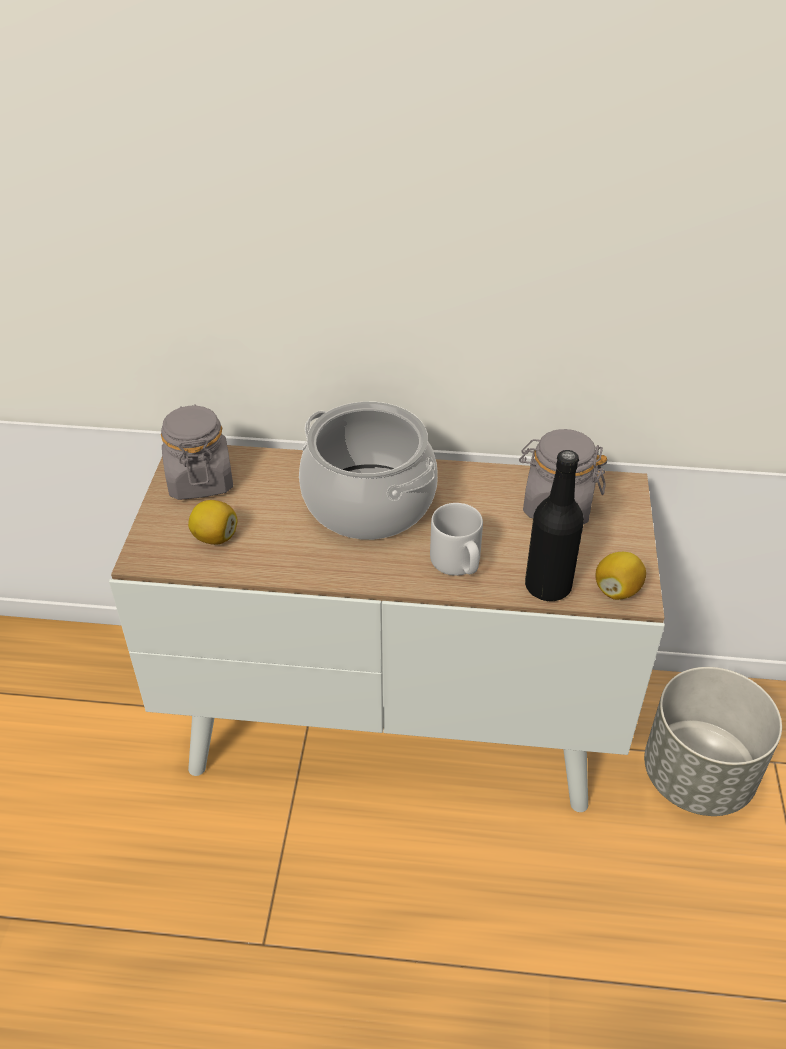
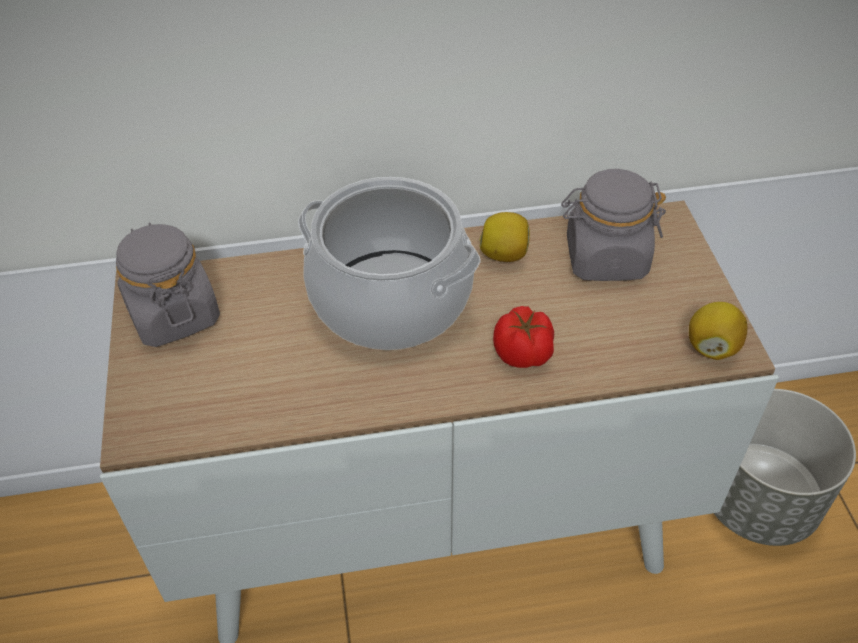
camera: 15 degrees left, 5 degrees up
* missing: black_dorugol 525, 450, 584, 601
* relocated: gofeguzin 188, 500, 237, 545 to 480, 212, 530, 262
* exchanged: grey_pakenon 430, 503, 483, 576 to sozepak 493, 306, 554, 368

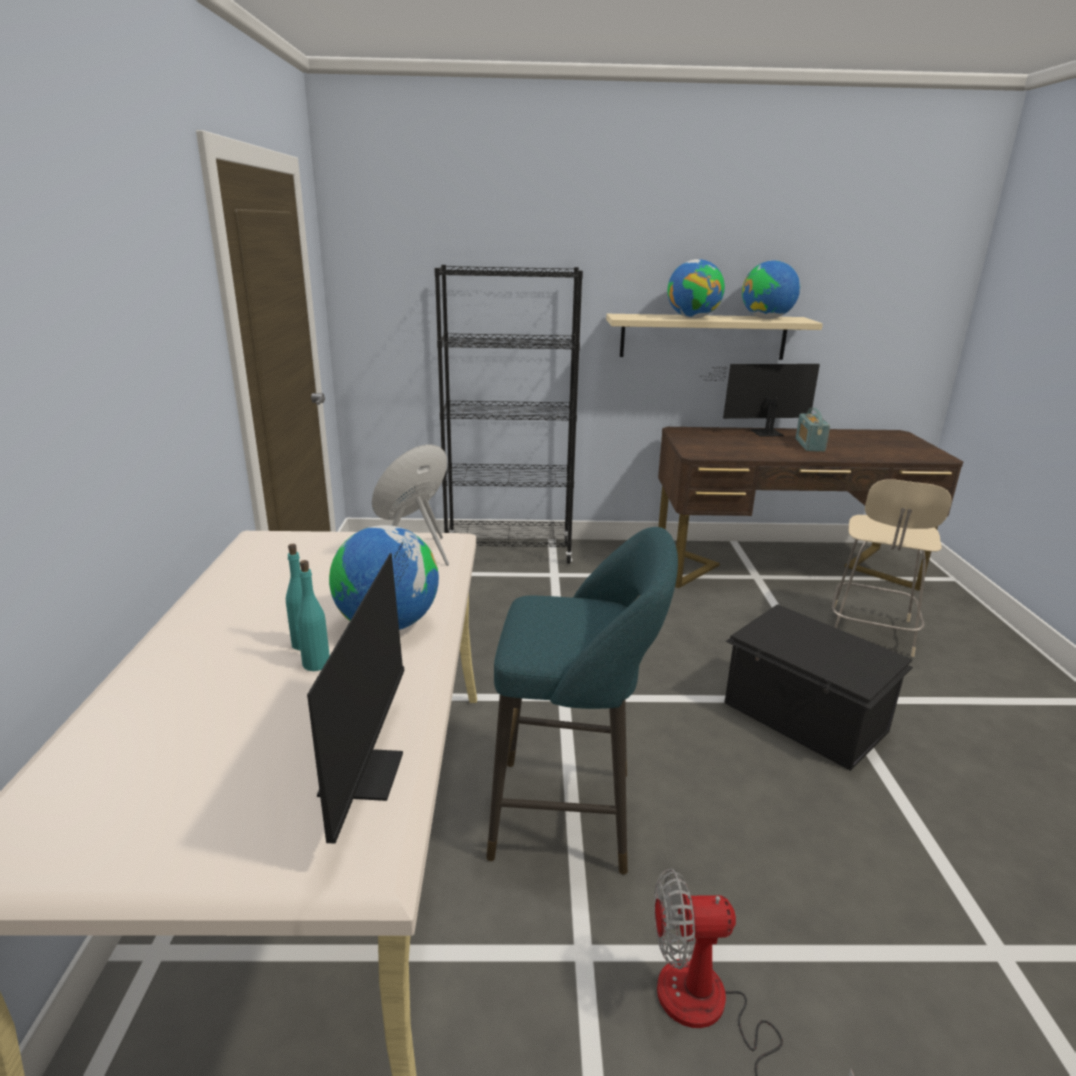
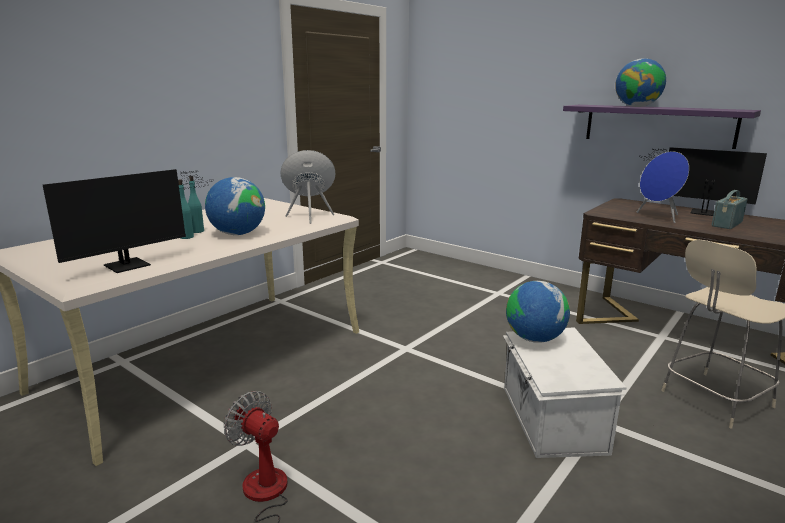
camera: 40 degrees right, 5 degrees down
* relocated: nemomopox 742, 260, 800, 319 to 506, 281, 570, 343
* missing: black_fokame 434, 265, 583, 564
* colour: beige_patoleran 606, 314, 823, 360 to purple_patoleran 563, 105, 761, 149
* missing: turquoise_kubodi 486, 527, 678, 875
* colour: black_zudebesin 724, 604, 913, 771 to white_zudebesin 503, 327, 626, 458
* appeared: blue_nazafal 637, 151, 689, 223

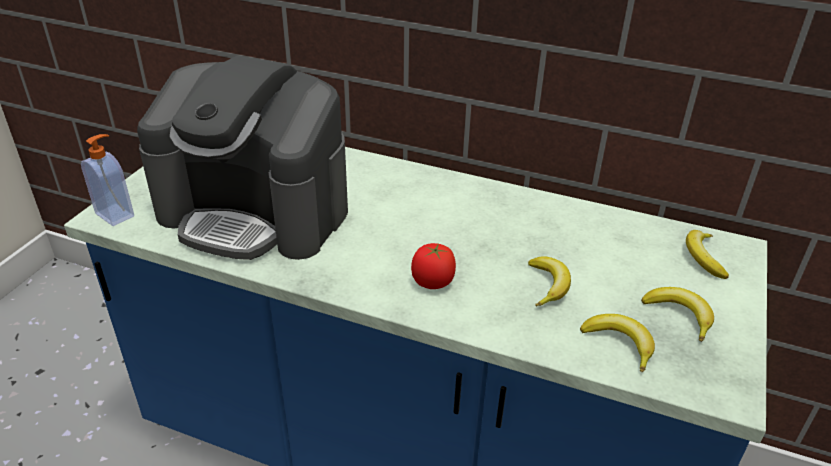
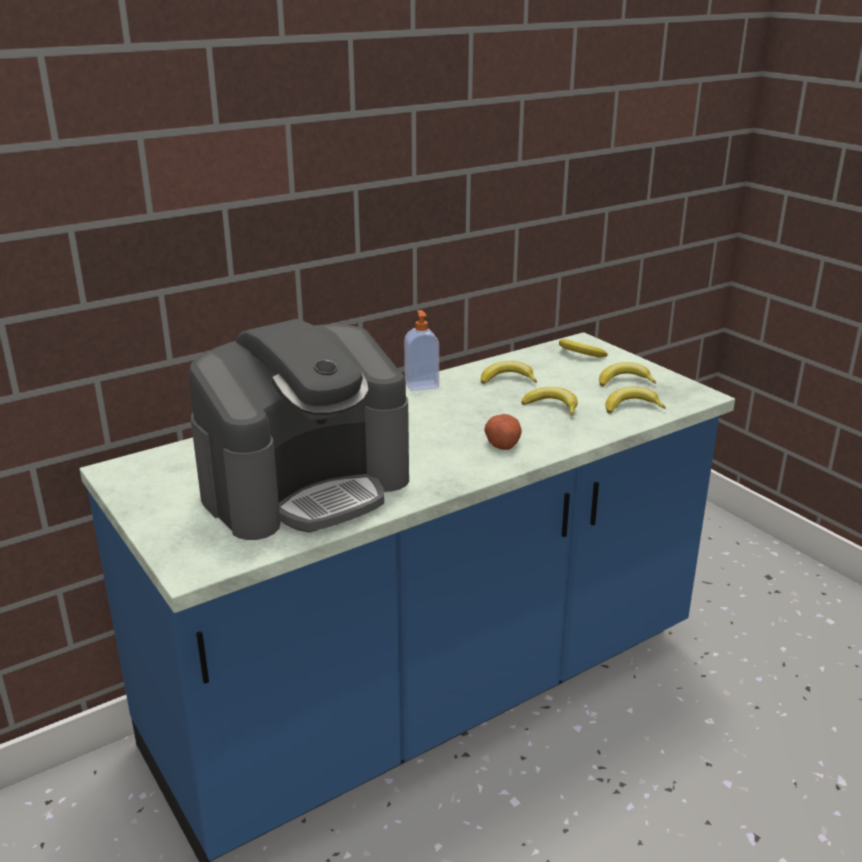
camera: 55 degrees left, 10 degrees down
* relocated: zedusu 81, 134, 134, 226 to 404, 310, 439, 391
* exchanged: sozepak 411, 243, 456, 289 to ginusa 484, 414, 522, 450
* appeared: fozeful 481, 361, 537, 384

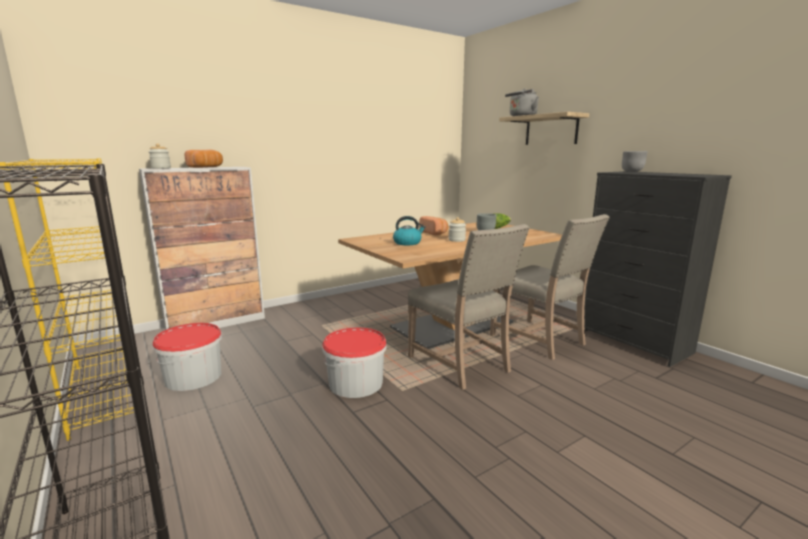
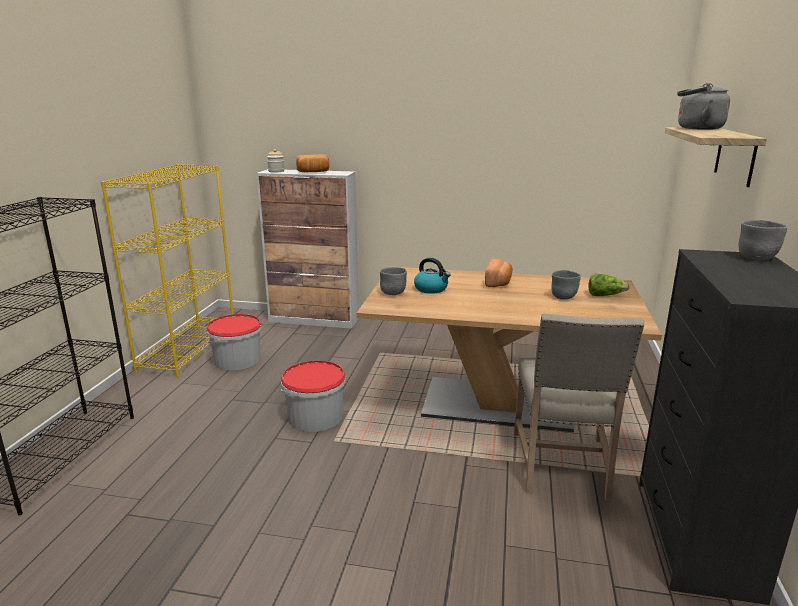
camera: 45 degrees right, 5 degrees up
* missing: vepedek 449, 217, 466, 242
* missing: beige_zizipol 408, 224, 530, 390
* appeared: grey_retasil 380, 267, 407, 295

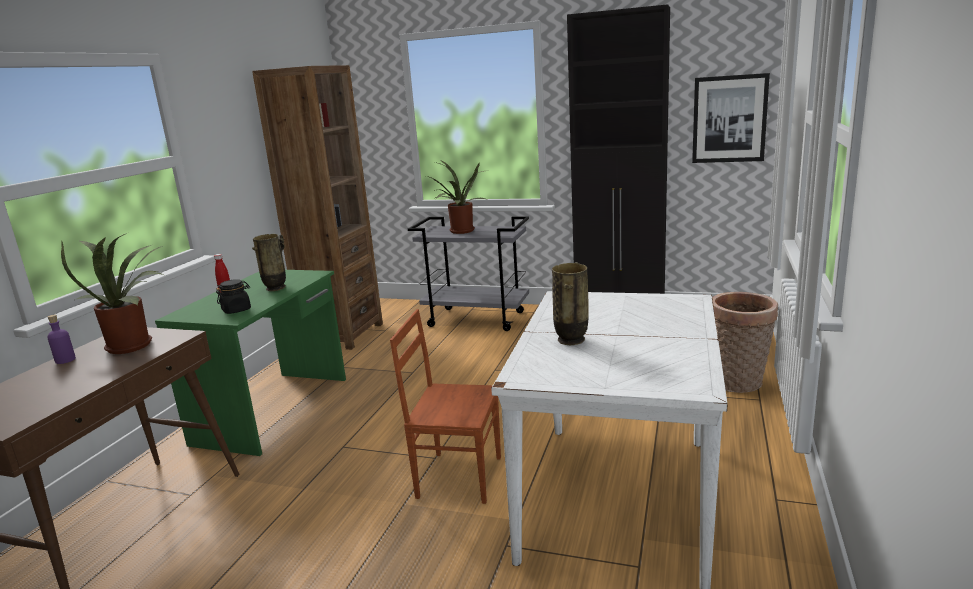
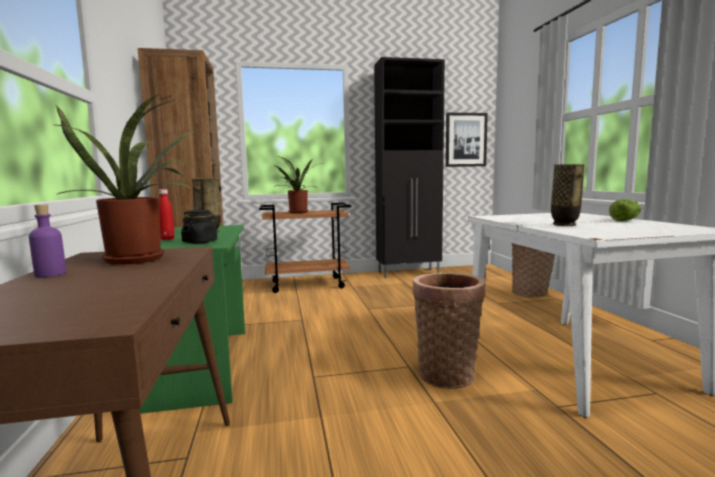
camera: 30 degrees left, 10 degrees down
* colour: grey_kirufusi 408, 216, 529, 331 to brown_kirufusi 259, 203, 351, 293
* exchanged: brown_zizipol 390, 309, 501, 504 to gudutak 413, 273, 485, 389
* appeared: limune 609, 199, 641, 221

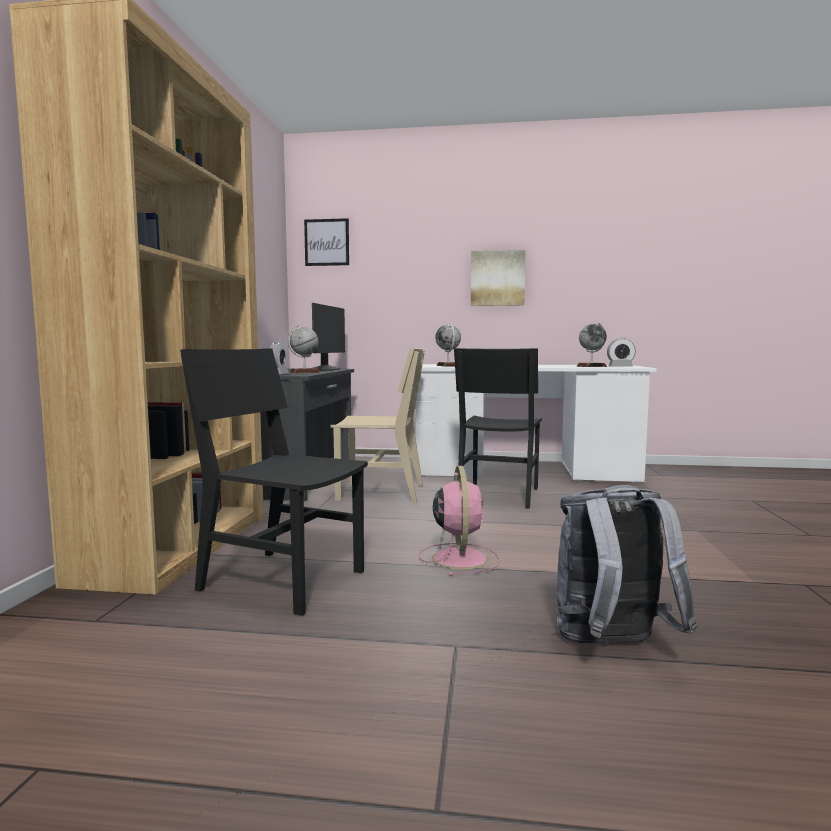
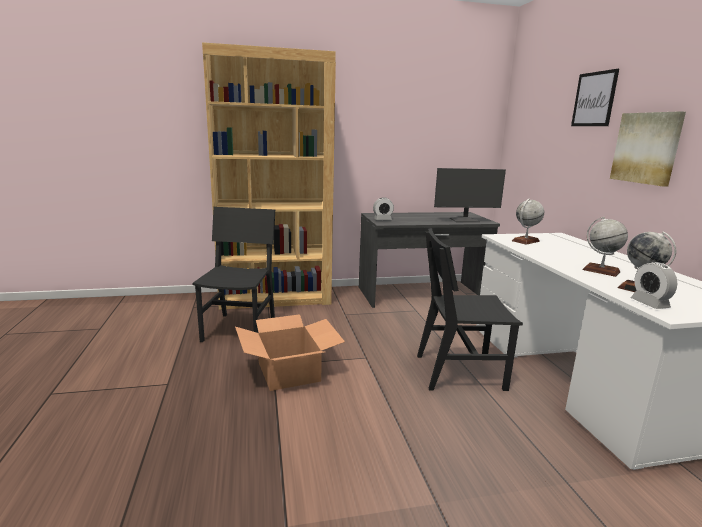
camera: 70 degrees right, 10 degrees up
* relocated: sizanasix 304, 218, 349, 266 to 571, 69, 619, 126
* relocated: nemomopox 288, 325, 320, 373 to 582, 217, 628, 277
* missing: beige_zizipol 331, 348, 425, 503
* exchanged: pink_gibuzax 418, 466, 500, 576 to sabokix 235, 314, 345, 391
* missing: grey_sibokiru 557, 485, 697, 643

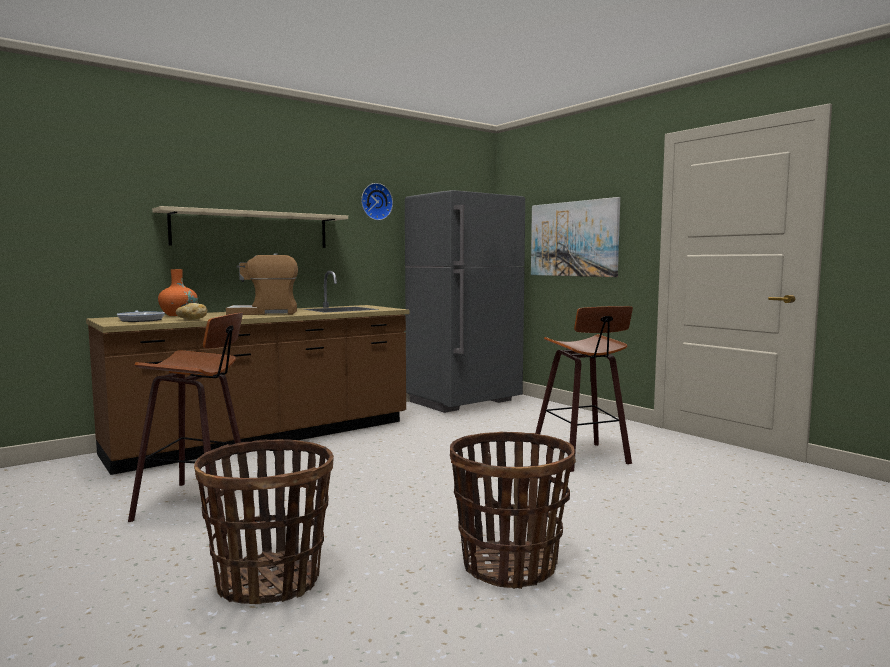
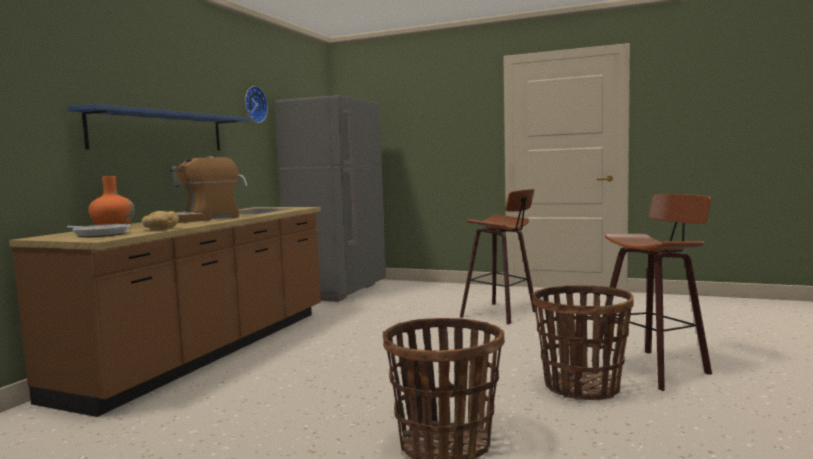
camera: 30 degrees left, 0 degrees up
* missing: sizanasix 531, 197, 620, 277
* colour: beige_patoleran 152, 206, 348, 248 to blue_patoleran 67, 104, 249, 151
* relocated: kubodi 128, 313, 243, 522 to 591, 194, 712, 391

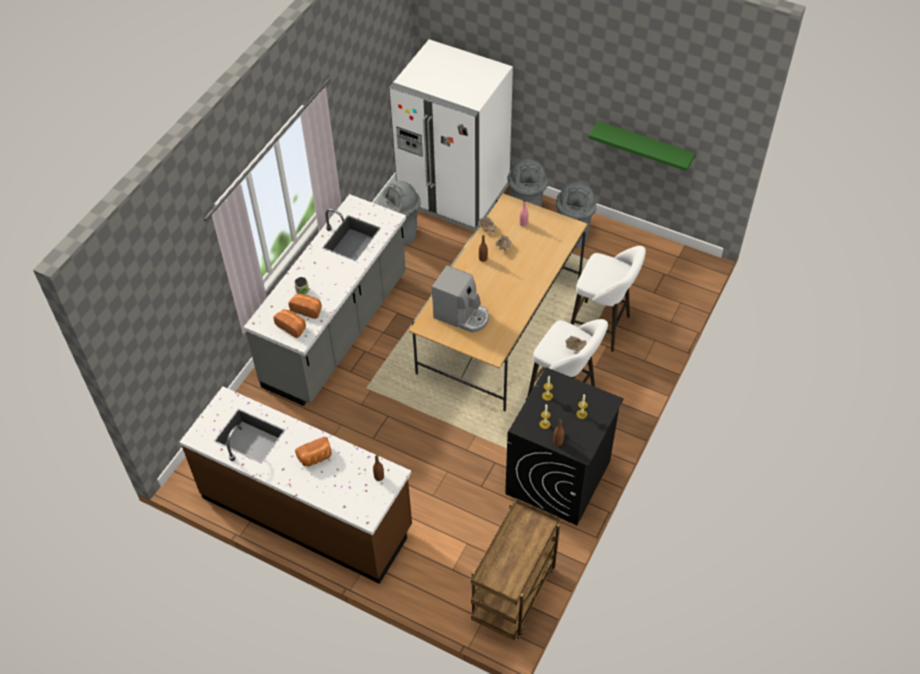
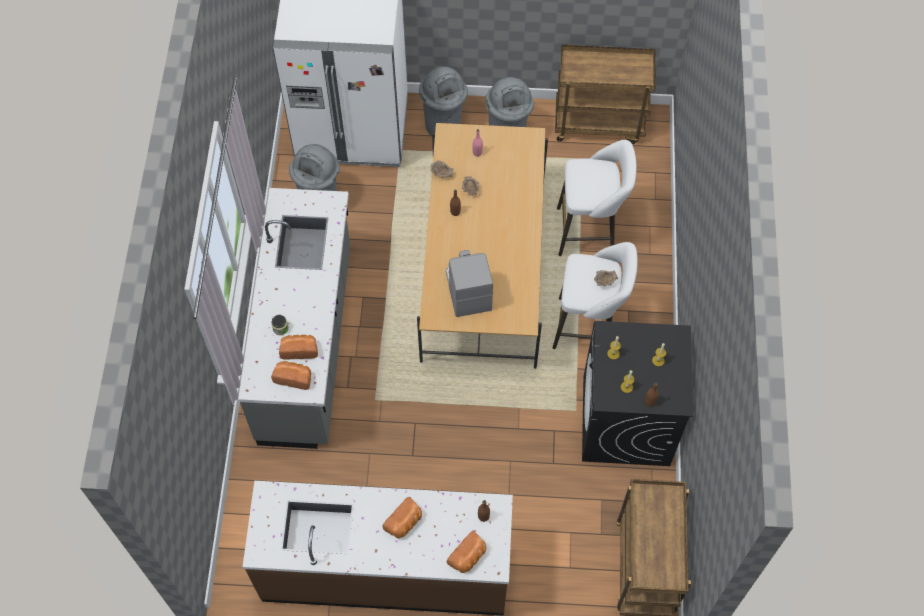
camera: 25 degrees left, 10 degrees up
* missing: green_patoleran 589, 121, 695, 171
* spun: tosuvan 432, 265, 489, 333 = 446, 250, 493, 317 105 degrees counterclockwise
* appeared: brown_kirufusi 555, 44, 656, 144
* appeared: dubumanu 447, 531, 486, 573

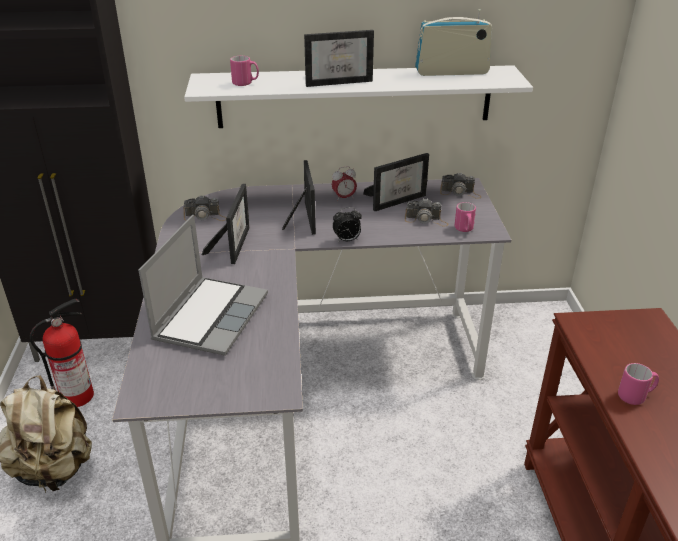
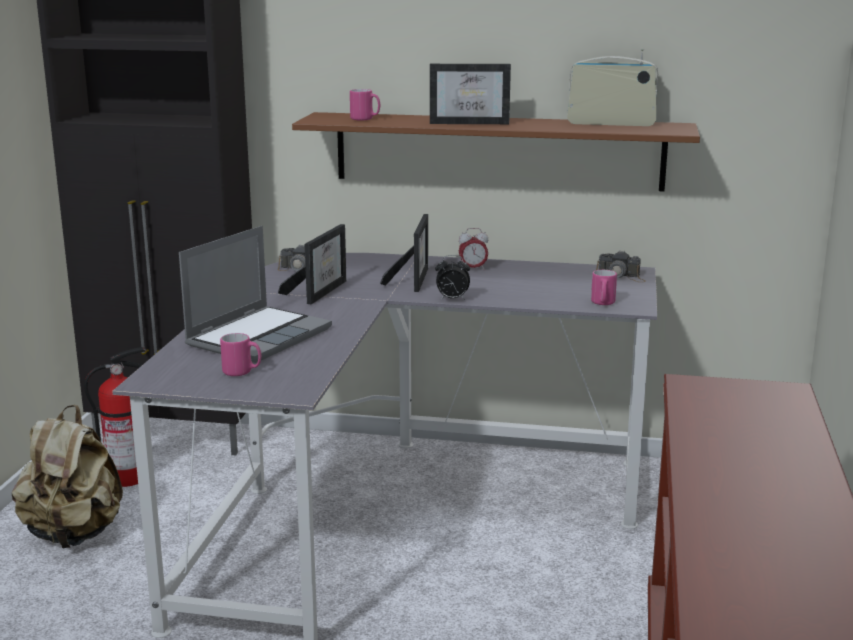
camera: 15 degrees right, 15 degrees down
* colour: white_patoleran 184, 65, 533, 128 to brown_patoleran 292, 112, 700, 191
* missing: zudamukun 363, 153, 429, 211
* missing: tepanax 405, 198, 448, 227
* relocated: pink_pakenon 618, 363, 659, 405 to 220, 333, 261, 376

